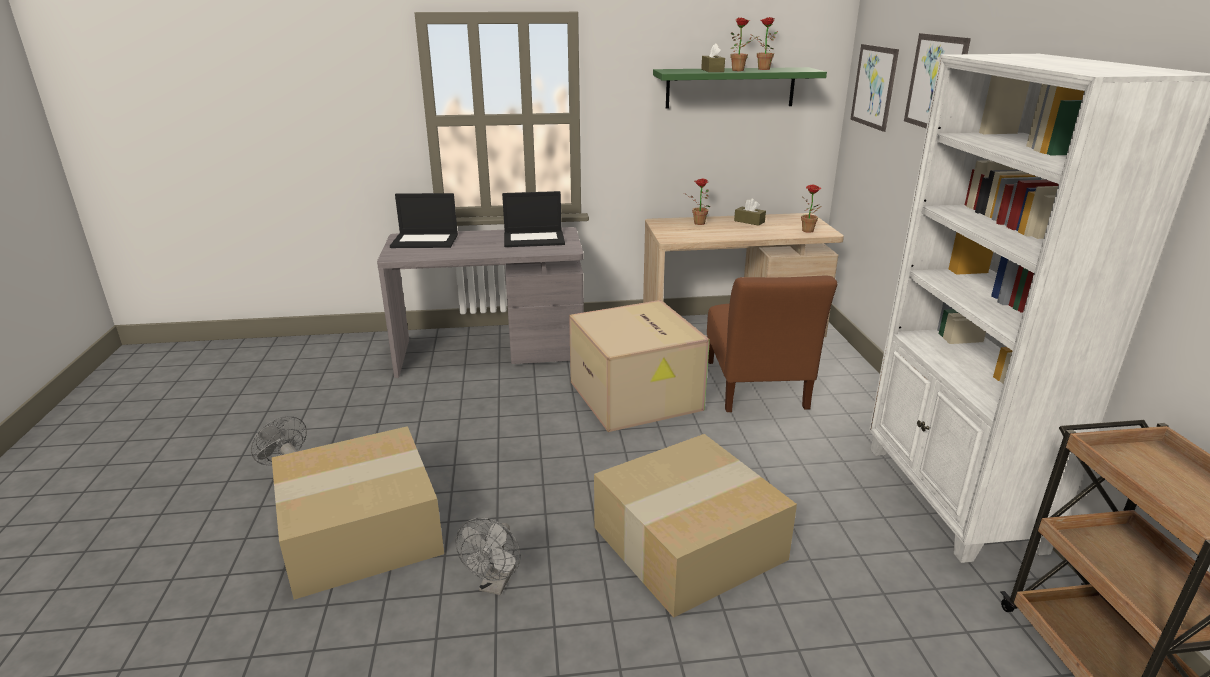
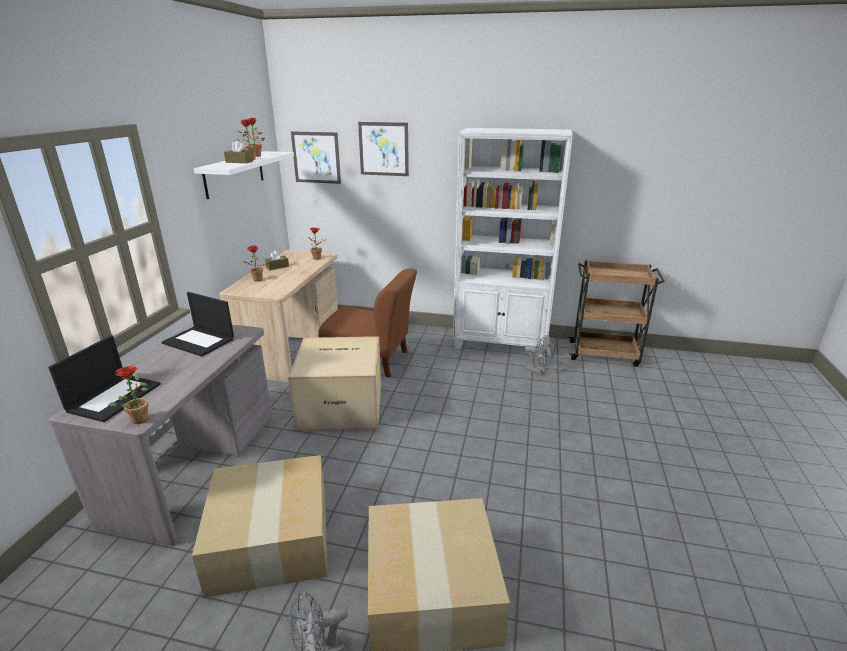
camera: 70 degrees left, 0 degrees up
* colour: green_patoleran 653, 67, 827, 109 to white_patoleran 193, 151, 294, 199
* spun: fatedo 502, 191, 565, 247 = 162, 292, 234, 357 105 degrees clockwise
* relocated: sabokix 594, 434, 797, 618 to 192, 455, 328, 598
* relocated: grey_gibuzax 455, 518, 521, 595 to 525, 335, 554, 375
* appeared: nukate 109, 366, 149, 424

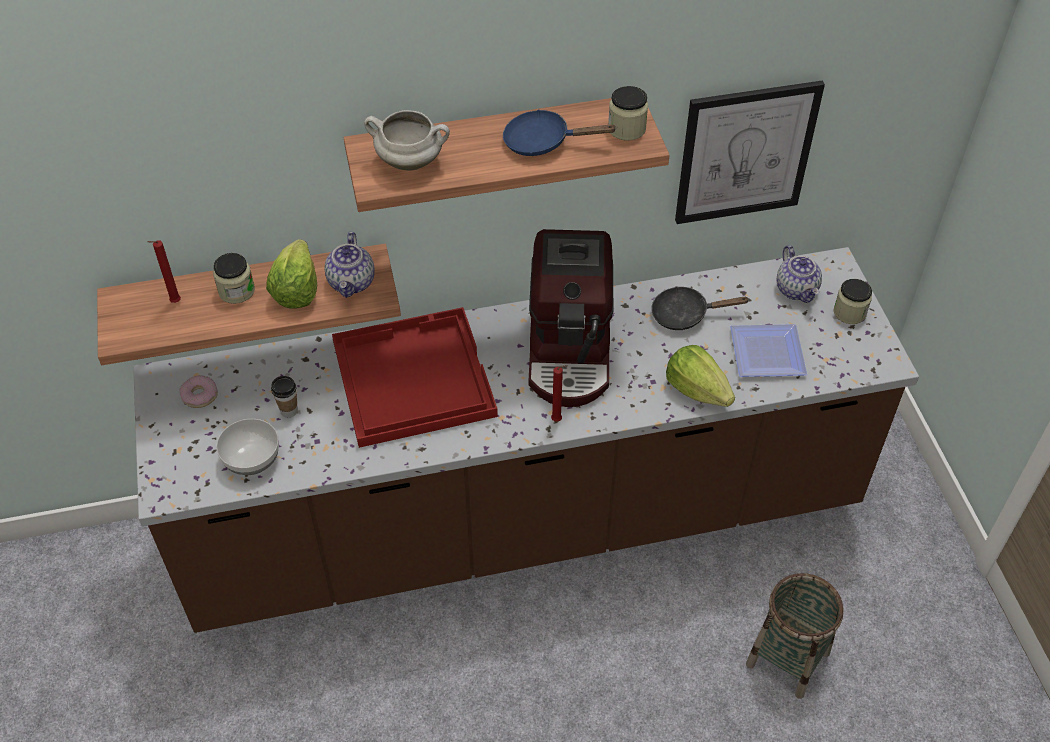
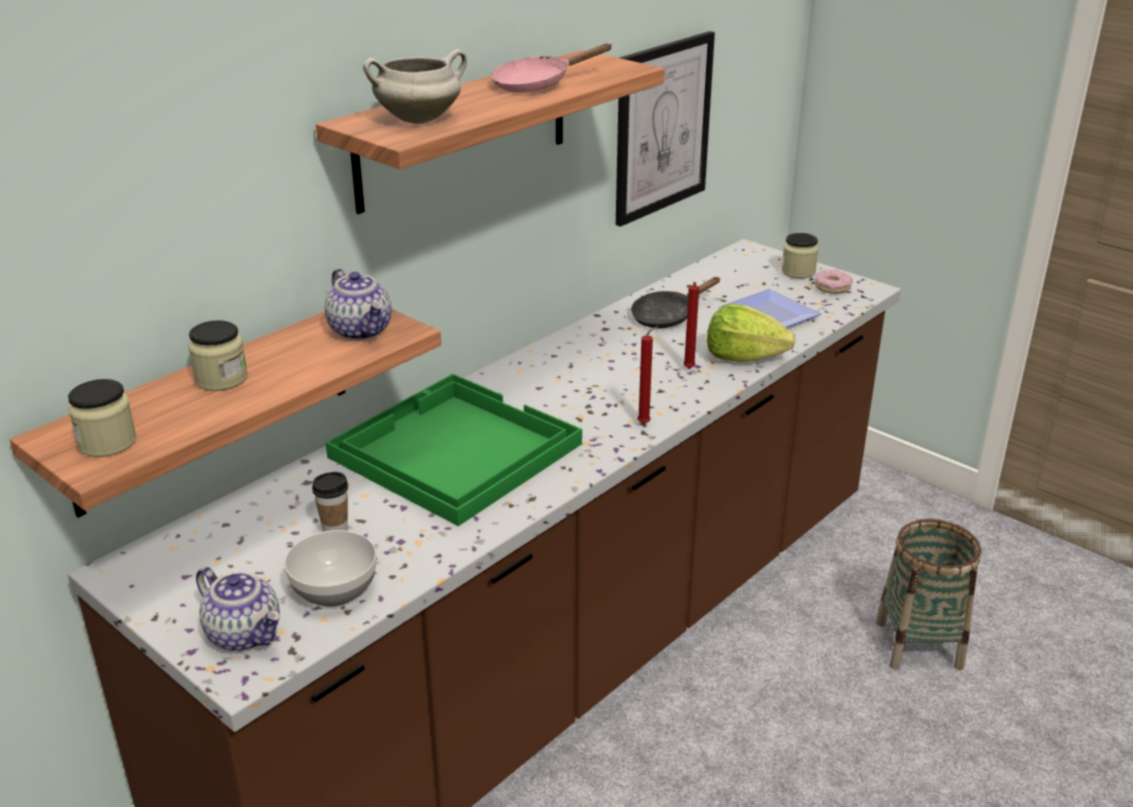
camera: 35 degrees left, 20 degrees down
* relocated: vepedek 608, 86, 648, 141 to 68, 379, 137, 457
* colour: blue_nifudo 503, 109, 617, 156 to pink_nifudo 491, 43, 612, 93
* missing: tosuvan 529, 229, 613, 407
* missing: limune 266, 239, 317, 309
* relocated: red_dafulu 147, 240, 181, 303 to 683, 282, 699, 369
* relocated: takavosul 777, 245, 822, 303 to 196, 567, 280, 651
* colour: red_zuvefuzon 332, 307, 498, 448 to green_zuvefuzon 325, 374, 582, 526
* relocated: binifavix 180, 375, 218, 408 to 815, 270, 853, 294

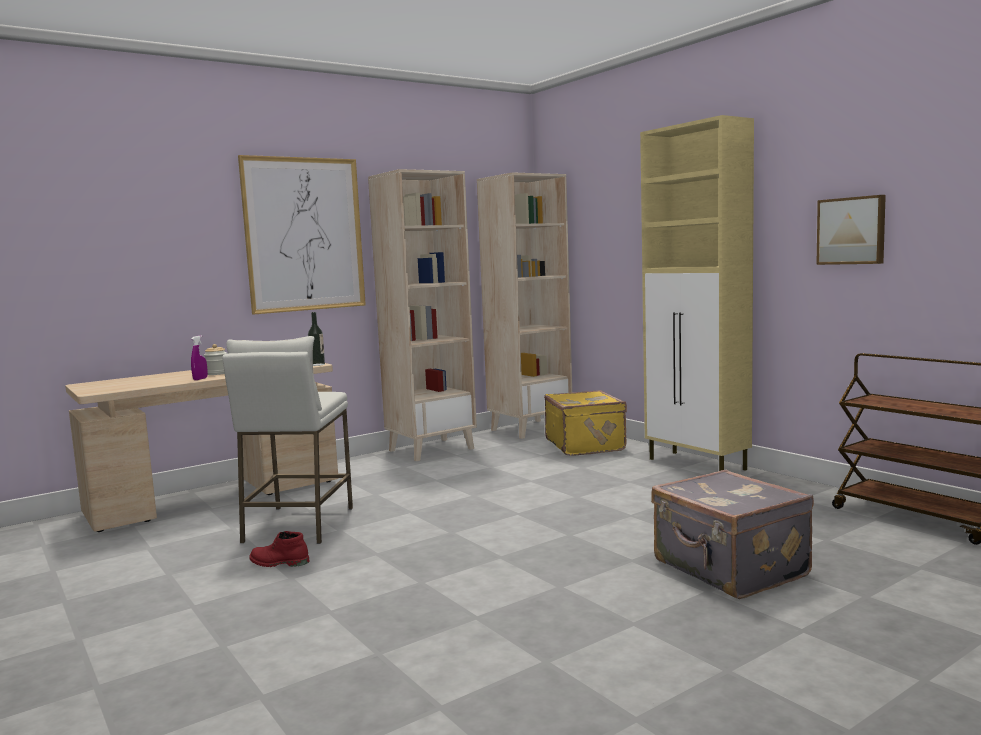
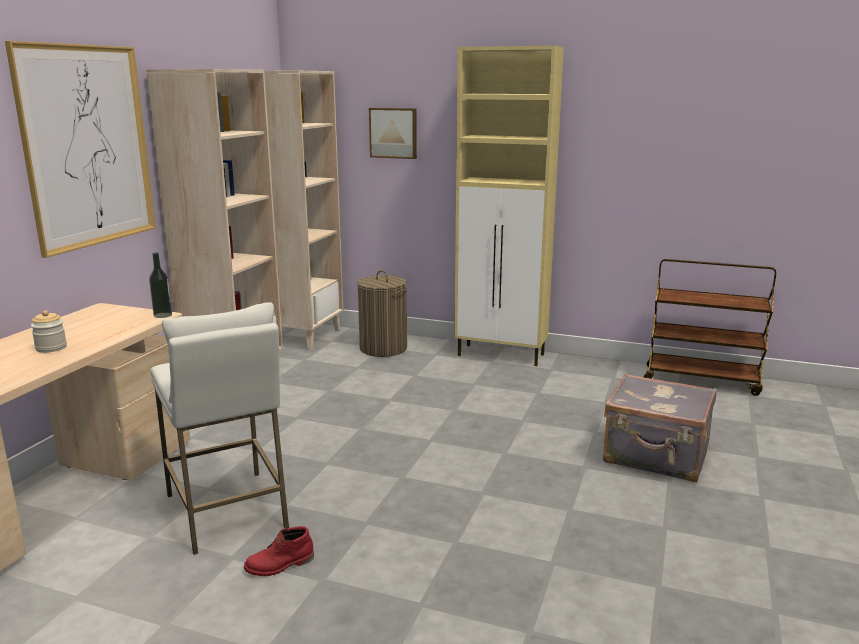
camera: 35 degrees left, 10 degrees up
* relocated: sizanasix 816, 195, 886, 265 to 369, 108, 417, 159
* missing: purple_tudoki 191, 336, 208, 380
* exchanged: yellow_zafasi 544, 390, 627, 455 to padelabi 357, 270, 407, 357

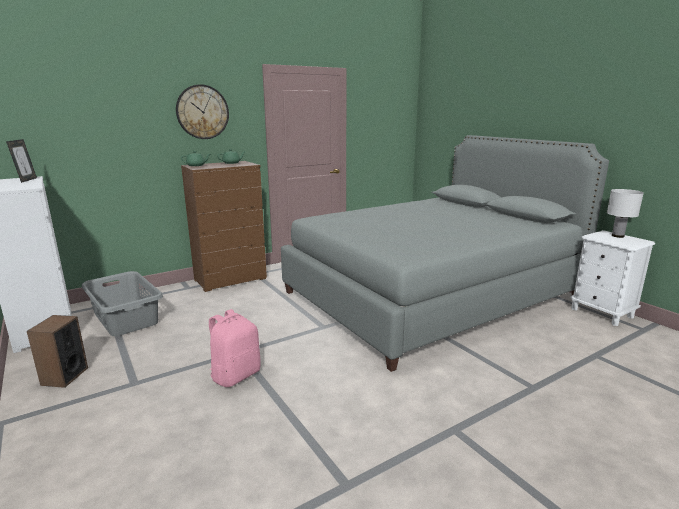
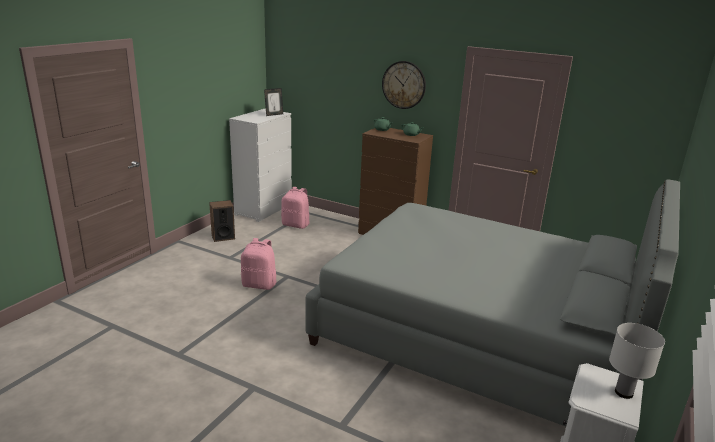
camera: 60 degrees right, 5 degrees up
* exchanged: grey_padelabi 82, 271, 163, 336 to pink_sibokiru 281, 187, 310, 229

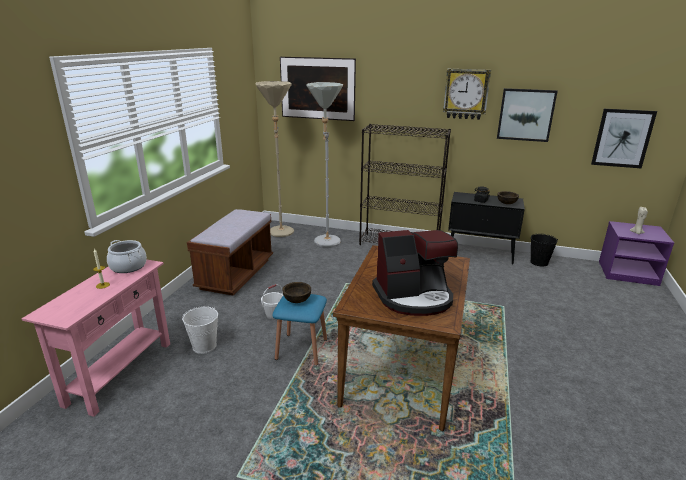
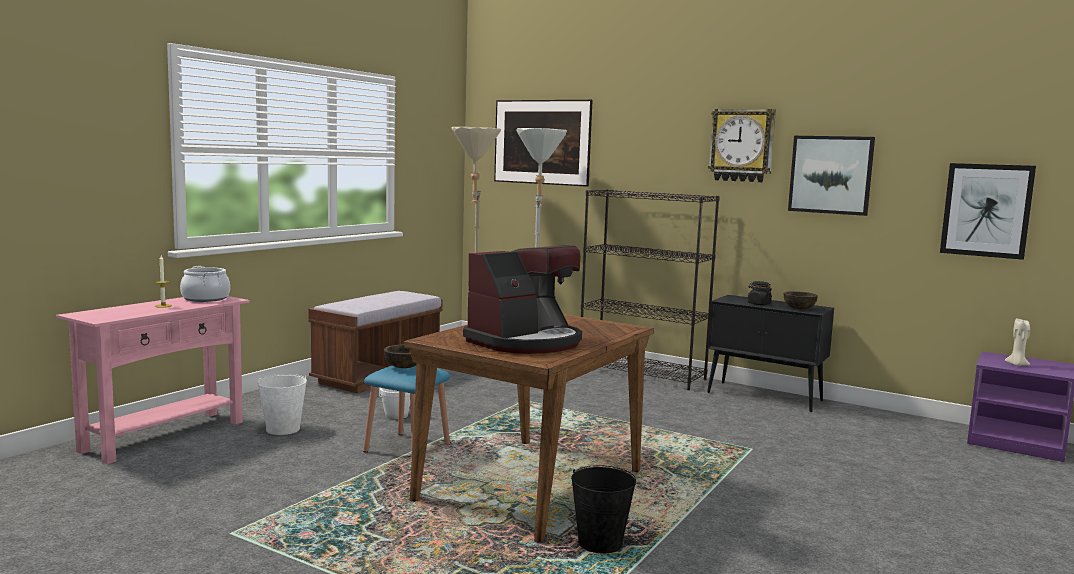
camera: 15 degrees right, 15 degrees down
* spun: tosuvan 372, 230, 458, 316 = 463, 246, 582, 354 45 degrees counterclockwise
* relocated: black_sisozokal 530, 234, 558, 267 to 571, 465, 636, 553

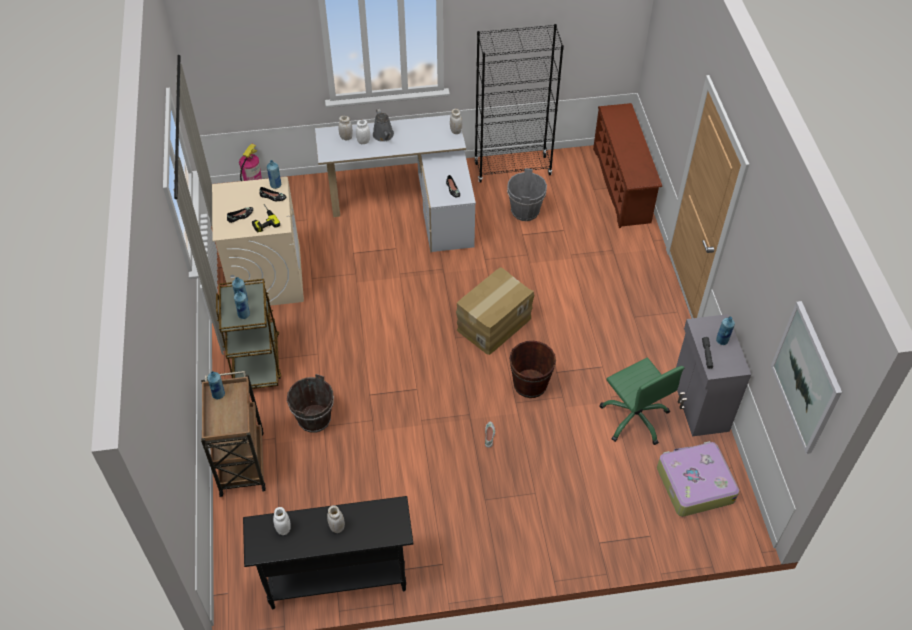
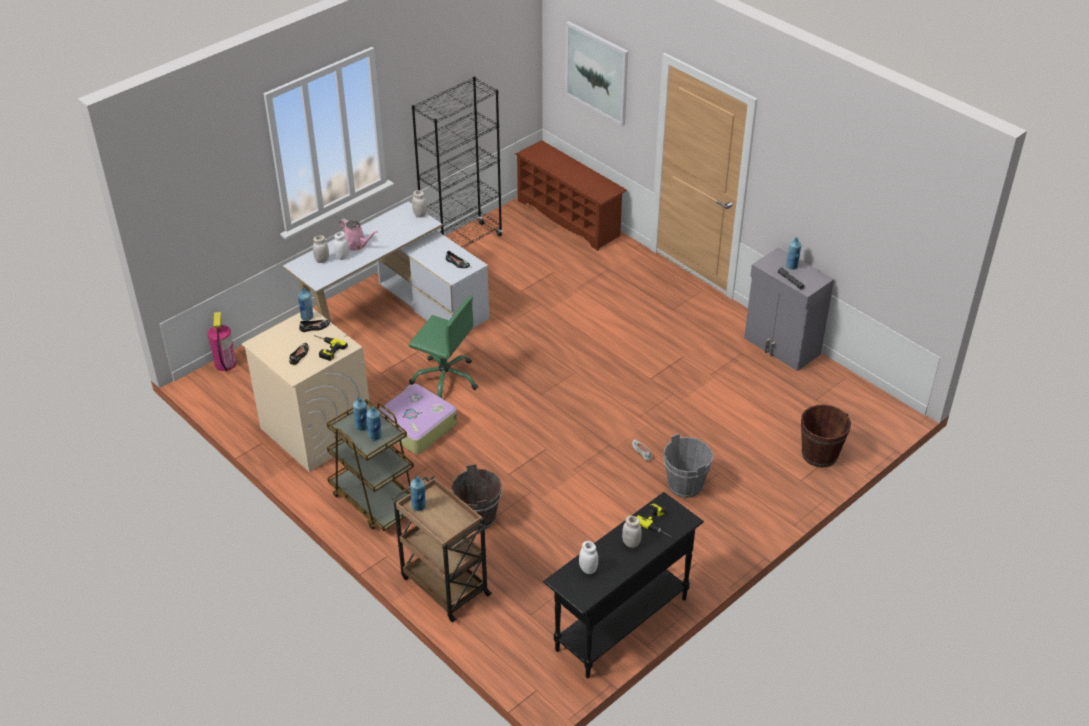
camera: 35 degrees left, 10 degrees down
* colour: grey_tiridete 373, 109, 394, 142 to pink_tiridete 339, 219, 377, 251
* relocated: grey_sisozokal 507, 168, 547, 221 to 663, 434, 713, 498
* missing: sabokix 456, 267, 534, 355
* relocated: sizanasix 771, 301, 842, 454 to 565, 21, 628, 126
* relocated: brown_sisozokal 509, 341, 556, 398 to 801, 405, 851, 467
* relocated: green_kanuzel 600, 358, 684, 445 to 409, 296, 478, 398
* relocated: zafasi 657, 441, 739, 517 to 379, 384, 457, 454
* appeared: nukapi 636, 503, 672, 537

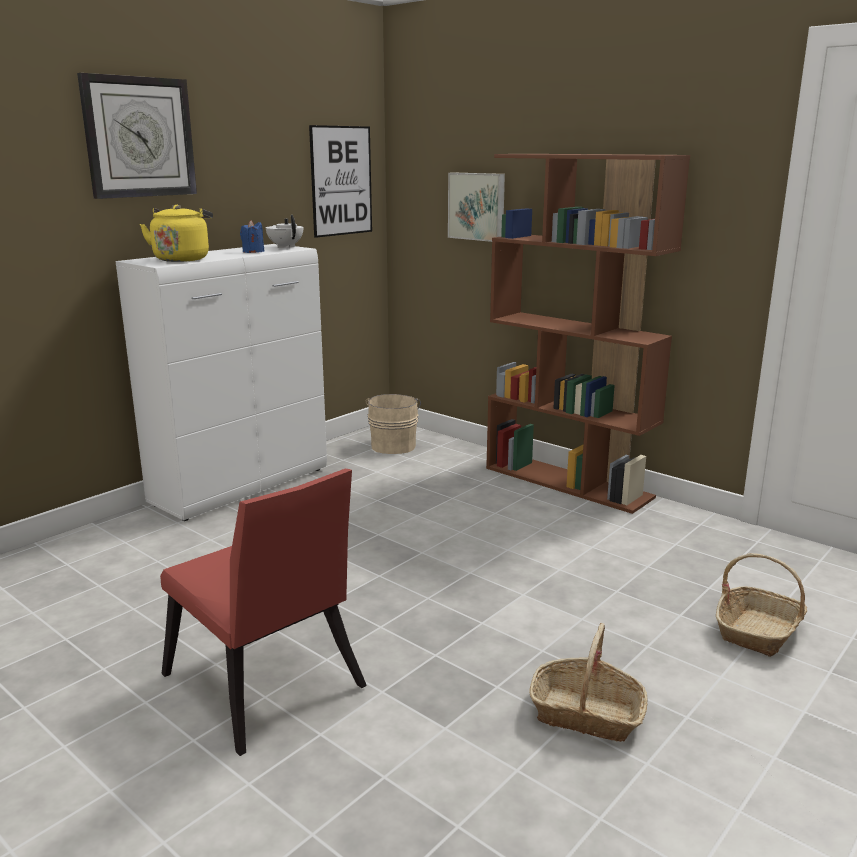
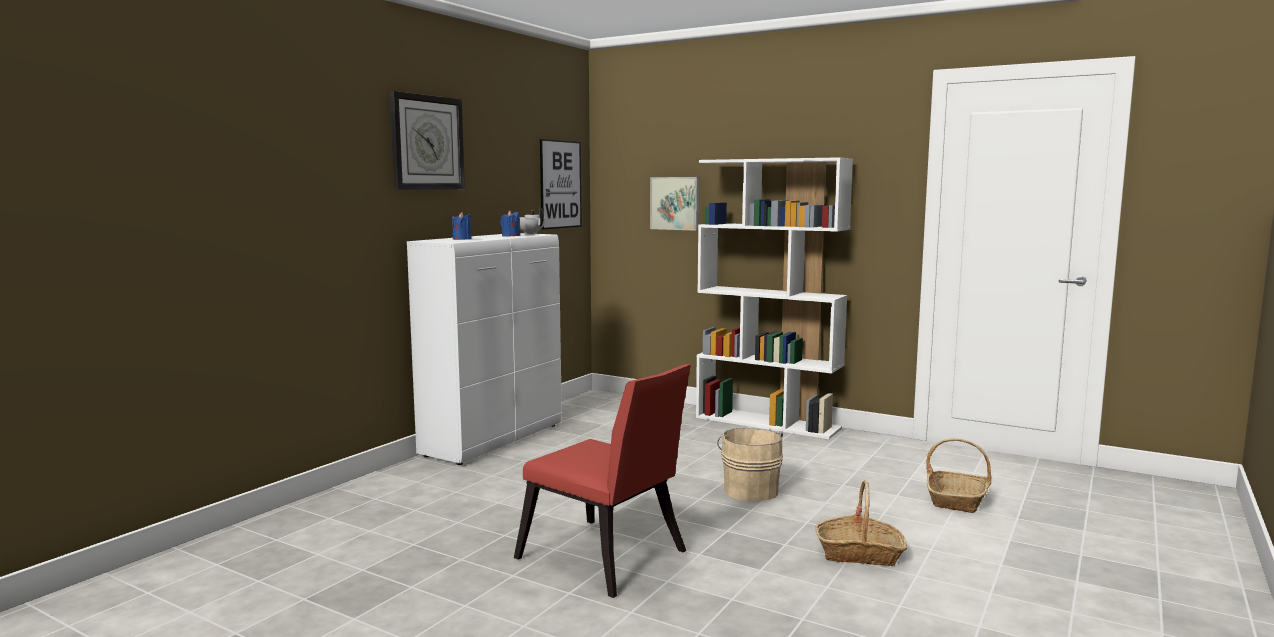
camera: 10 degrees left, 10 degrees down
* colour: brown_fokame 486, 154, 690, 514 to white_fokame 696, 157, 853, 439
* exchanged: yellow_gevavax 140, 205, 213, 262 to blue_dafulu 452, 212, 472, 240
* relocated: beige_sisozokal 366, 394, 421, 454 to 717, 428, 783, 501

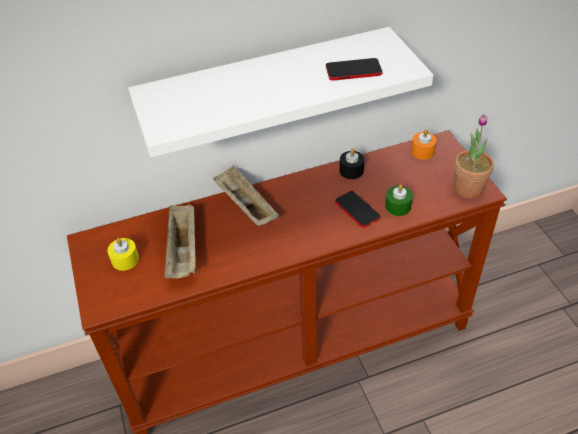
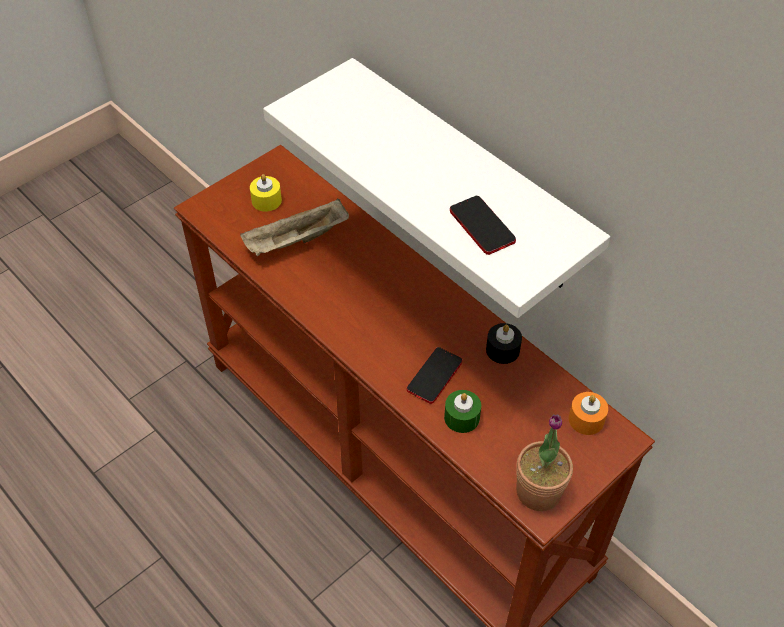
camera: 65 degrees right, 5 degrees up
* missing: beige_zuvefuzon 213, 165, 279, 226

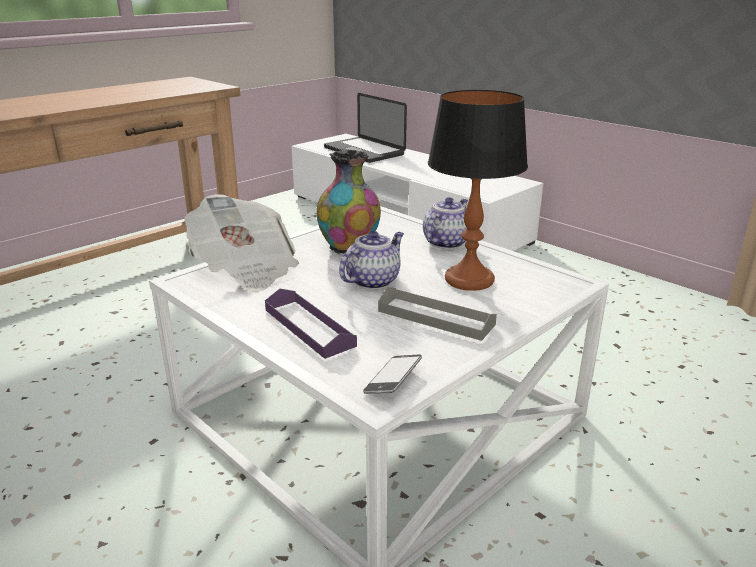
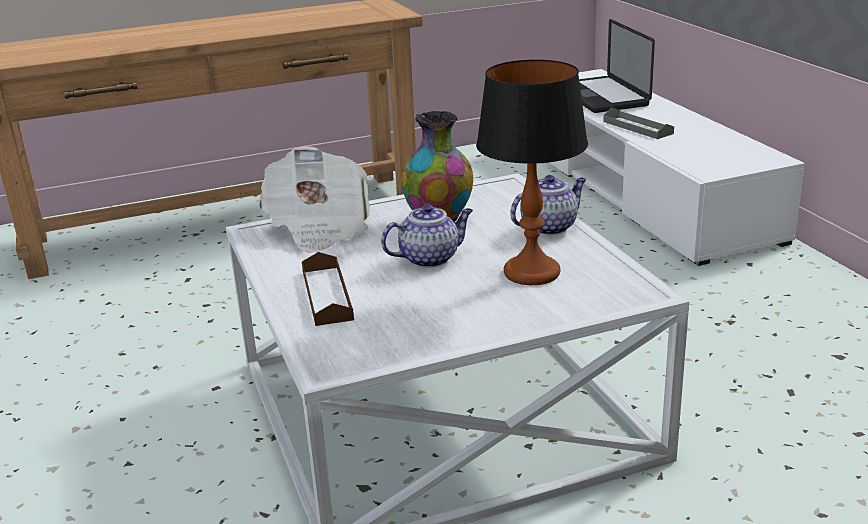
camera: 25 degrees right, 0 degrees up
* relocated: grey_zuvefuzon 378, 287, 497, 341 to 603, 108, 674, 139
* colour: purple_zuvefuzon 265, 289, 357, 359 to brown_zuvefuzon 302, 252, 354, 326
* missing: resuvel 363, 354, 422, 394

